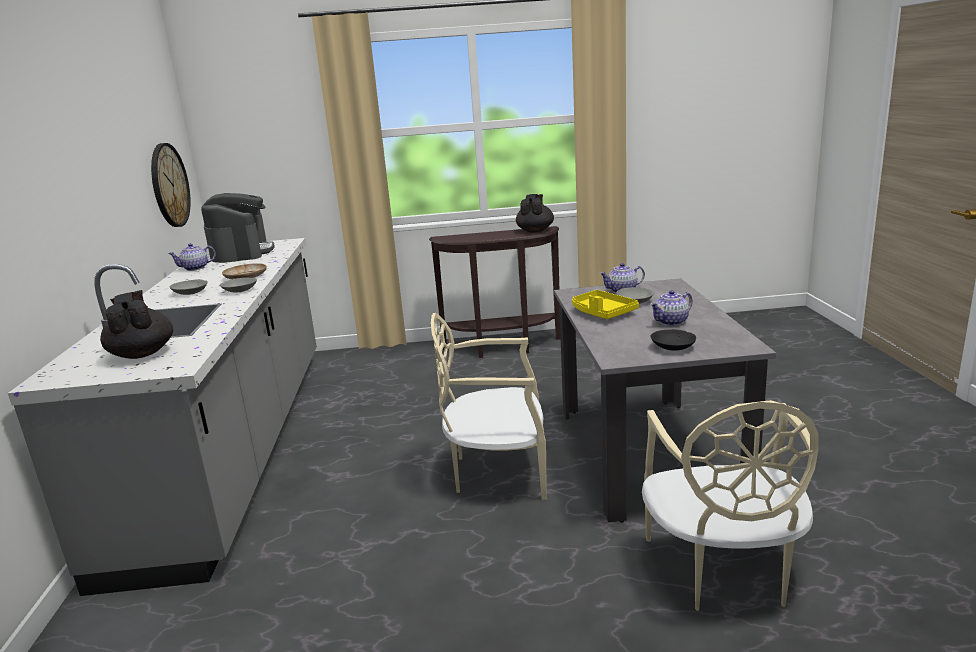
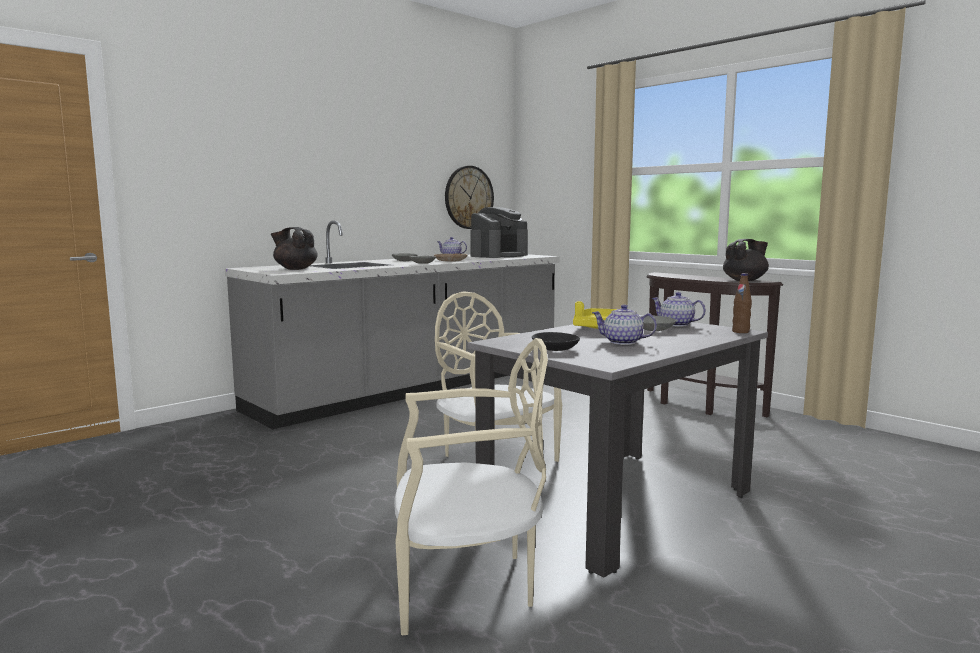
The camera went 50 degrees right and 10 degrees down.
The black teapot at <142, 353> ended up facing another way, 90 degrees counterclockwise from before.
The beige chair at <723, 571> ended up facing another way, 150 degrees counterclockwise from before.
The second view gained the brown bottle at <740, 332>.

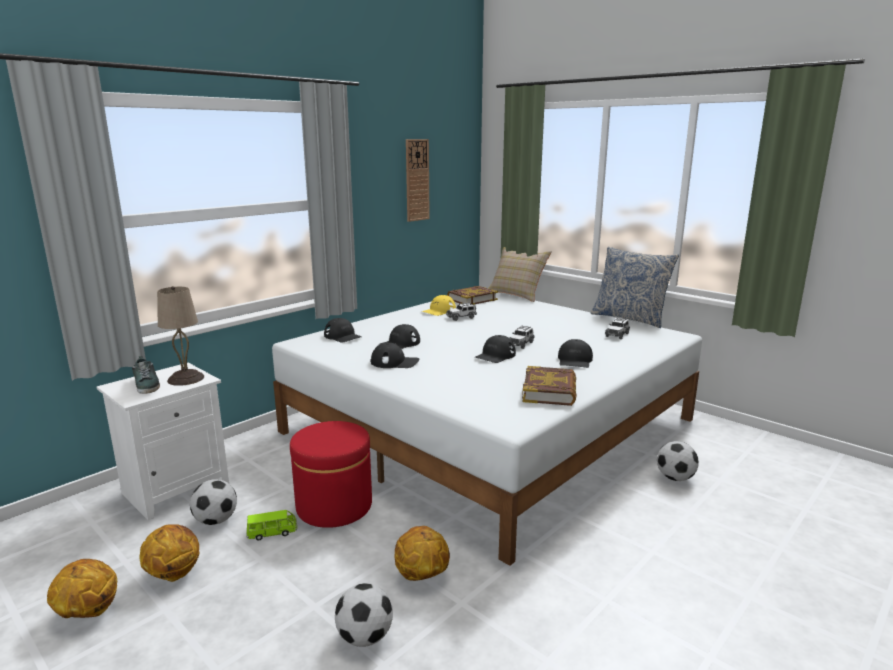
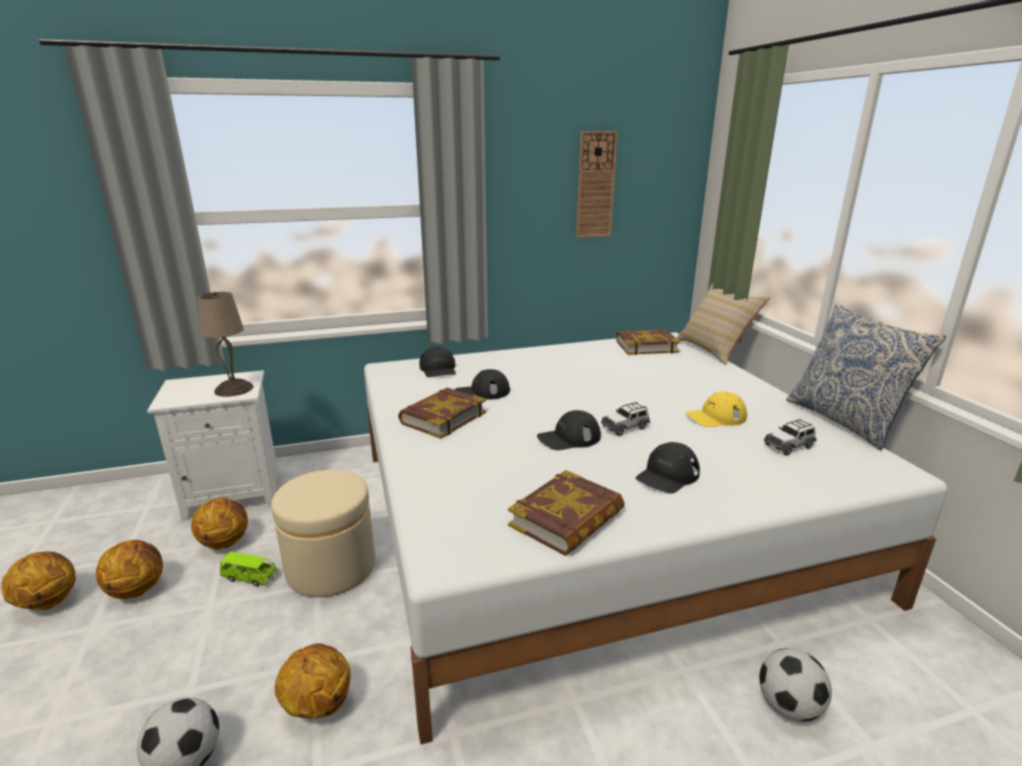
The camera went 30 degrees right and 5 degrees up.
The yellow cap ended up elsewhere, having gone from <439, 311> to <716, 417>.
The second view lost the toy car at <461, 317>.
Where the black cap stood at <395, 362>, the book came to stand at <442, 417>.
The second view lost the shoe at <147, 385>.
What was the red ottoman at <334, 506> turned into the beige ottoman at <331, 567>.
Where the football stood at <216, 520>, the basketball came to stand at <225, 542>.

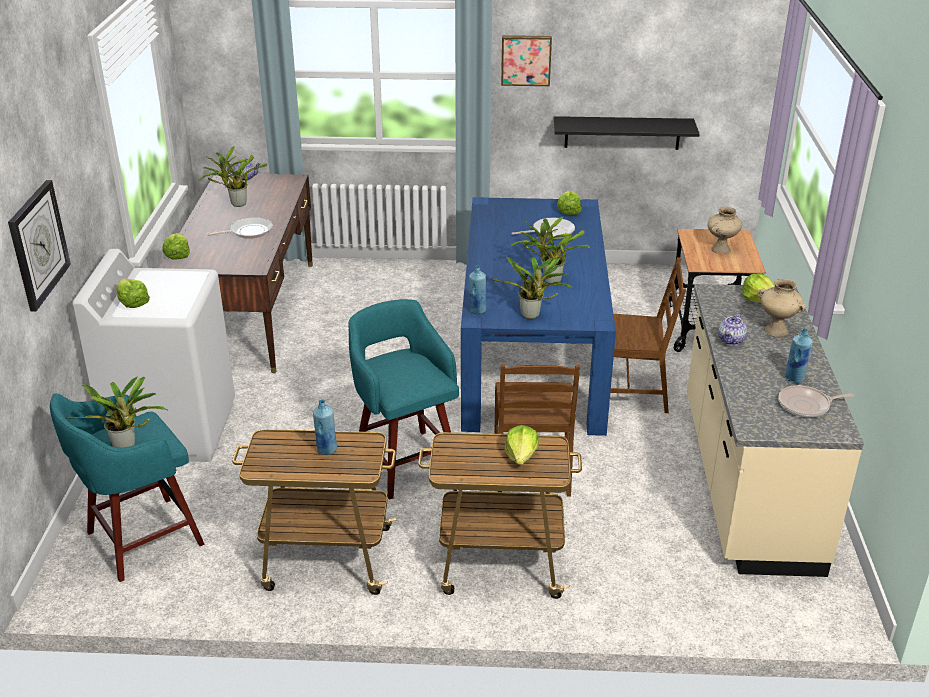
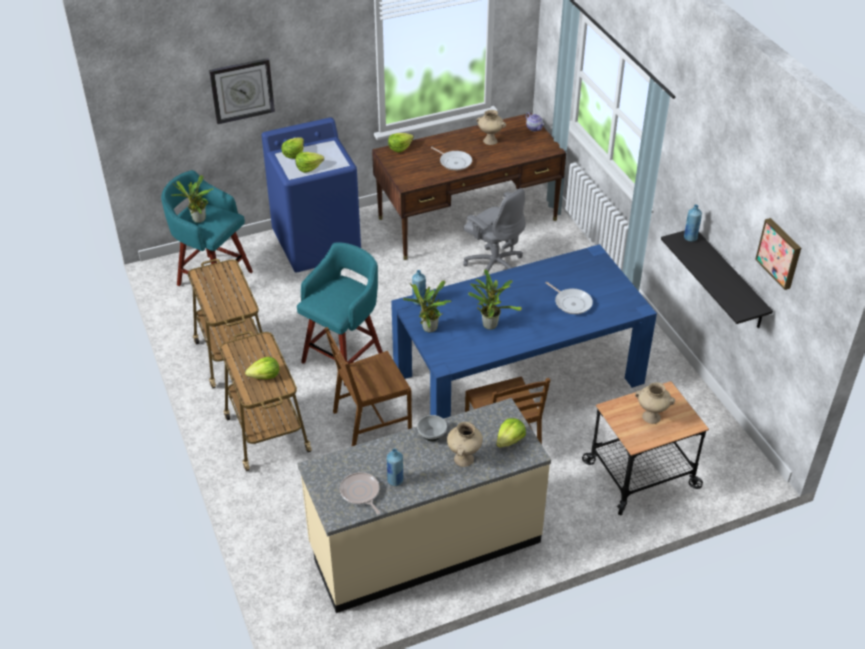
The camera went 65 degrees right and 10 degrees up.
The picture ended up elsewhere, having gone from <526, 60> to <780, 253>.
Where the potted plant stood at <236, 204>, the beige vase came to stand at <489, 141>.
The lettuce ended up elsewhere, having gone from <568, 211> to <308, 167>.
What was the white washing machine at <173, 429> turned into the blue washing machine at <317, 244>.
Where the teapot stood at <731, 340>, the bowl came to stand at <432, 435>.
The blue bottle ended up elsewhere, having gone from <326, 449> to <690, 238>.
The second view gained the grey office chair at <494, 266>.

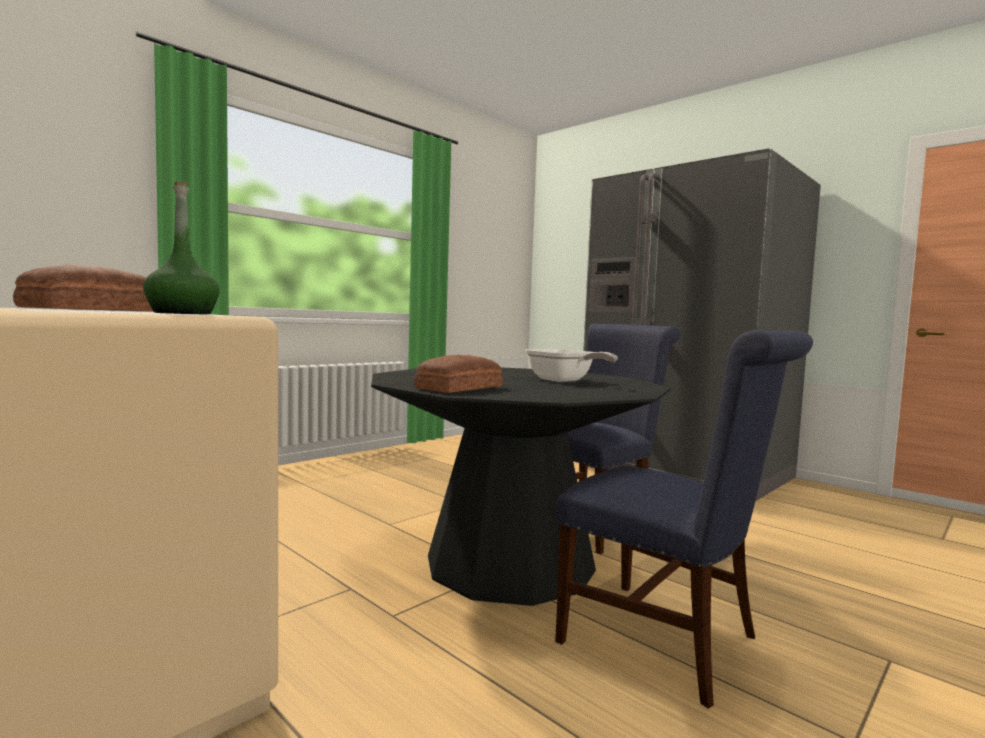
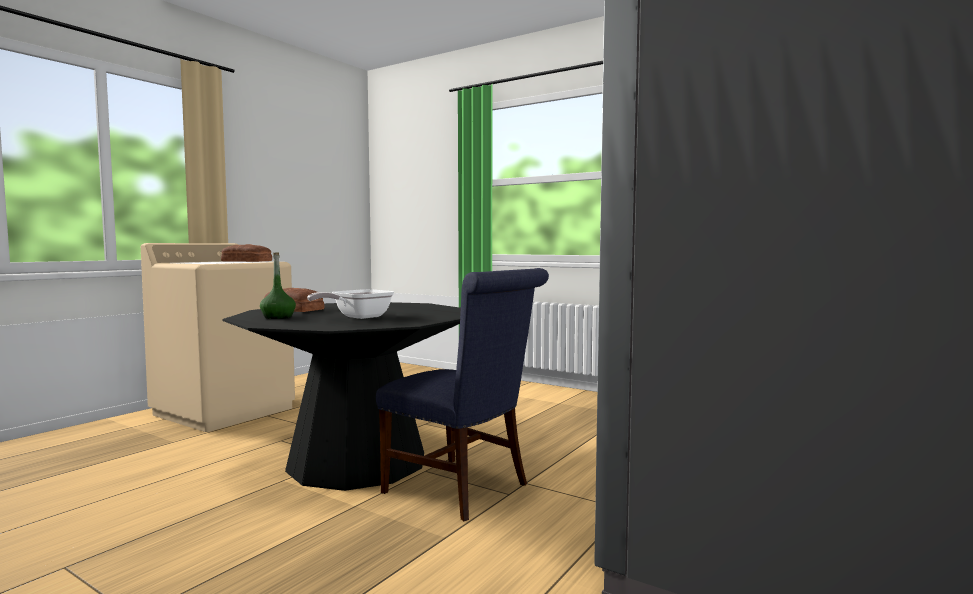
The camera went 80 degrees right and 0 degrees up.
The green bottle ended up elsewhere, having gone from <182, 313> to <278, 317>.
The second view lost the blue chair at <671, 642>.

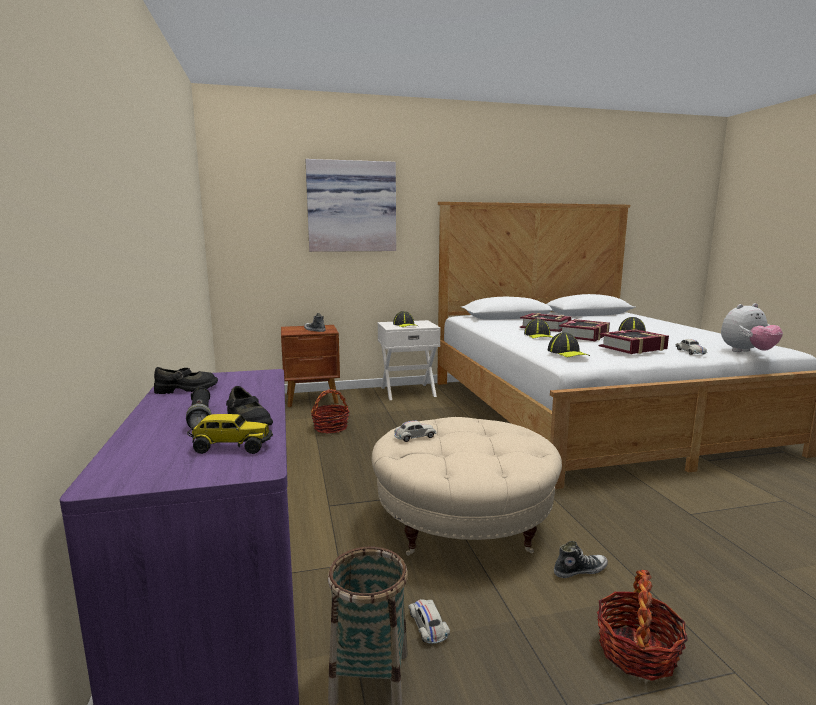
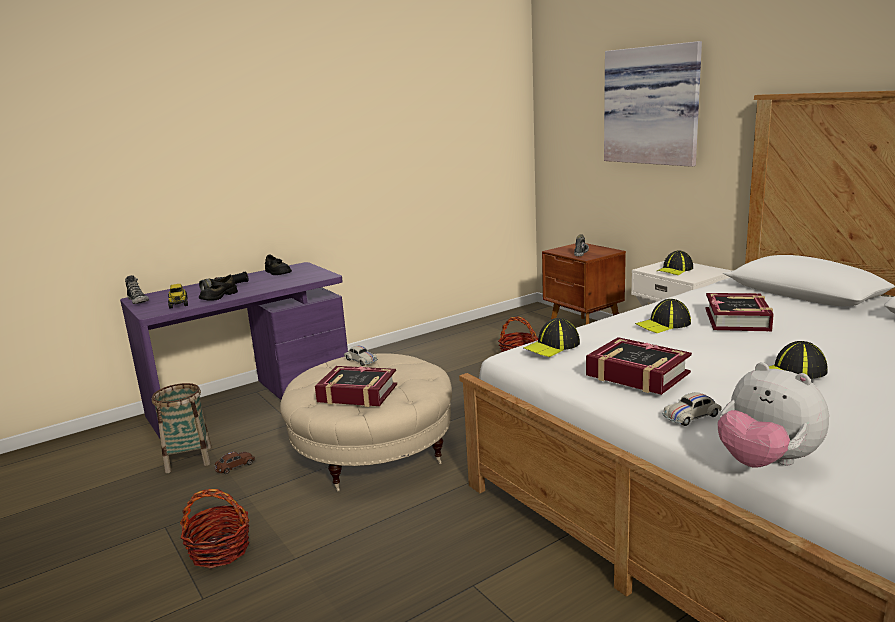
The camera went 70 degrees right and 5 degrees up.
The book ended up elsewhere, having gone from <584, 336> to <357, 394>.
The shoe ended up elsewhere, having gone from <579, 570> to <138, 301>.
What was the white toy car at <427, 625> turned into the brown toy car at <235, 466>.

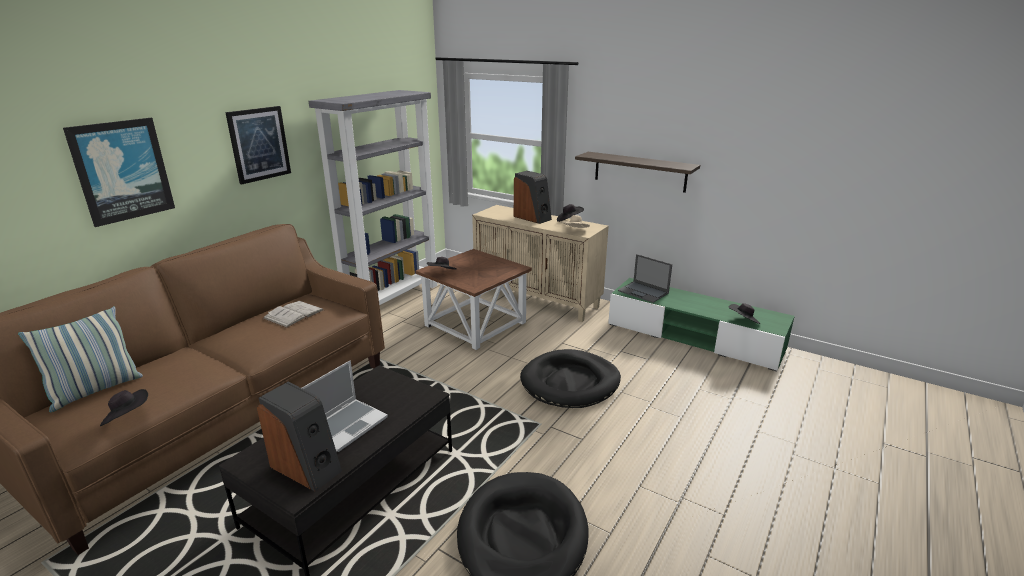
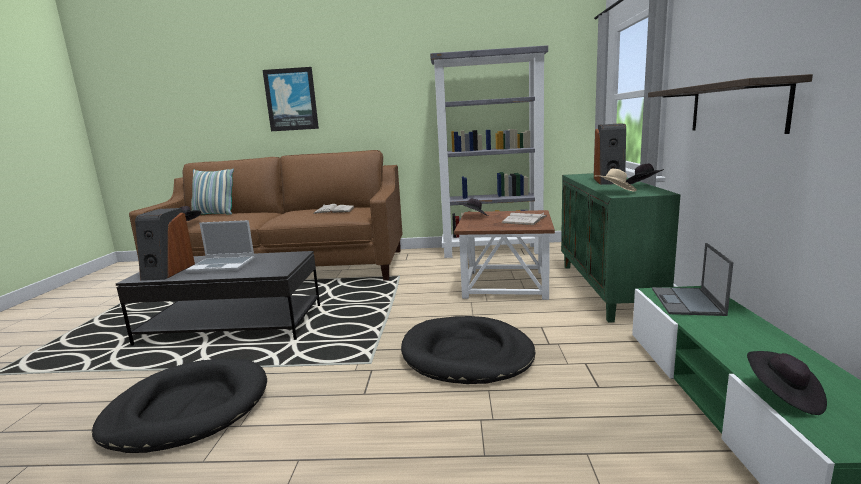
The camera went 60 degrees right and 10 degrees down.
The second view lost the picture at <259, 144>.
What was the beige cabinet at <538, 299> turned into the green cabinet at <607, 289>.
The second view gained the white book at <524, 219>.

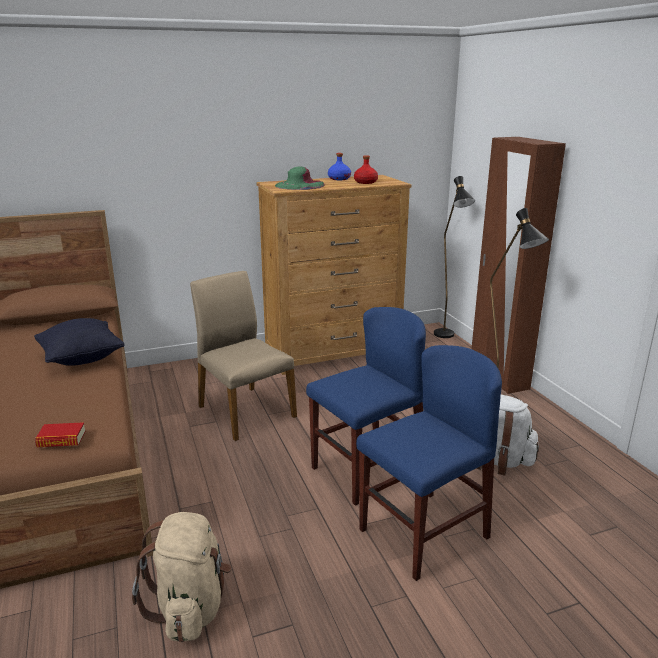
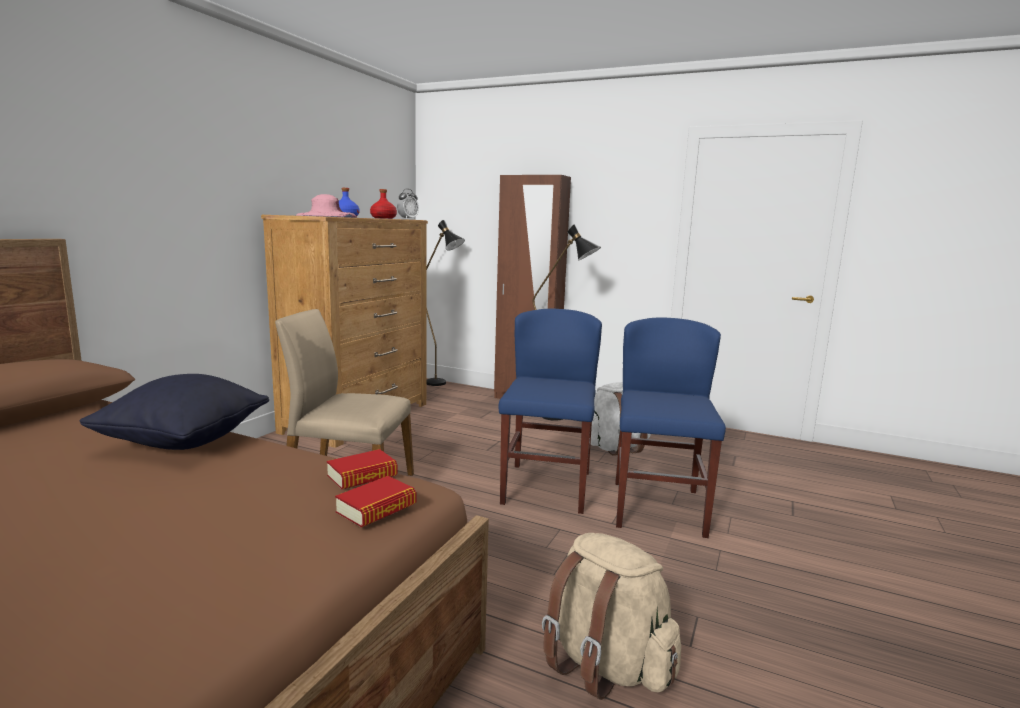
The camera went 45 degrees left and 10 degrees down.
What was the green hat at <299, 185> turned into the pink hat at <326, 216>.
The second view gained the alarm clock at <408, 219>.
The second view gained the book at <362, 476>.

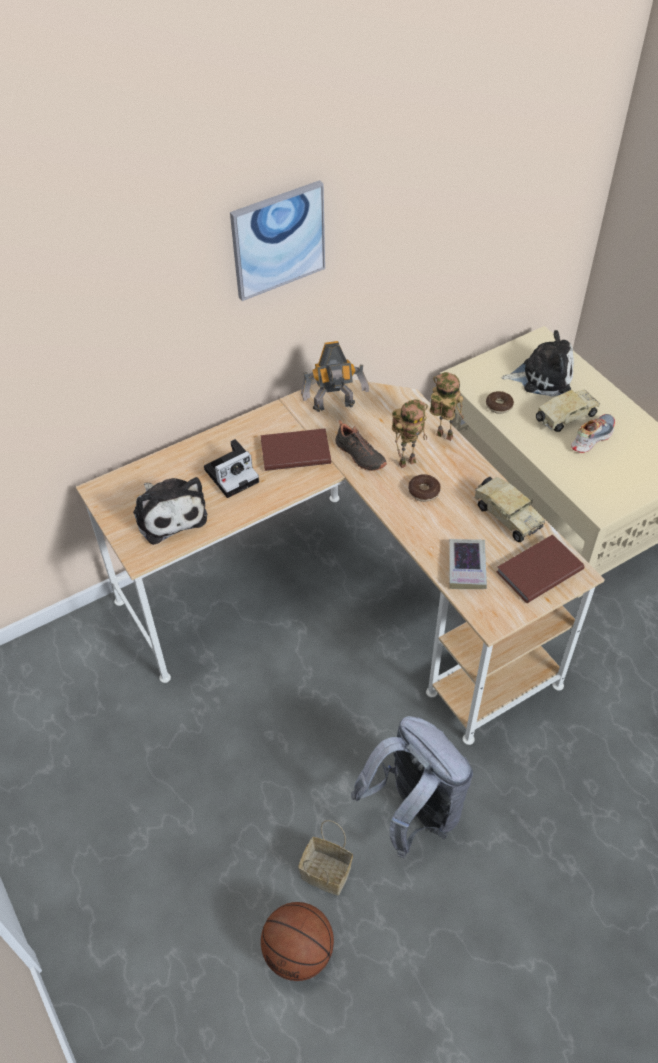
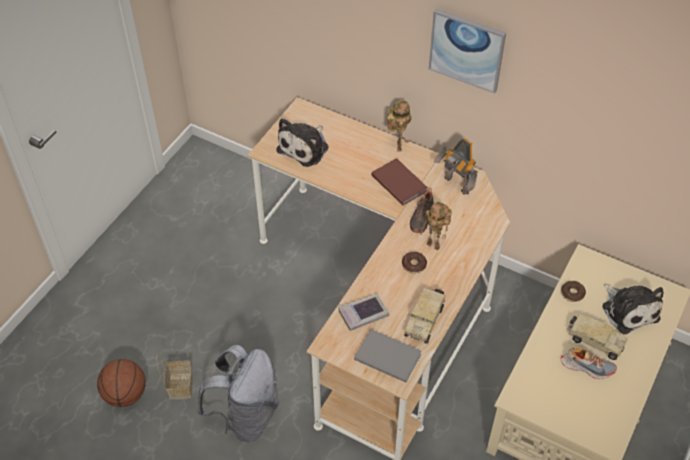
The camera went 60 degrees right and 0 degrees up.
The toy robot ended up elsewhere, having gone from <442, 437> to <397, 146>.
The second view lost the photo camera at <233, 474>.
What was the brown book at <537, 570> turned into the grey book at <387, 355>.

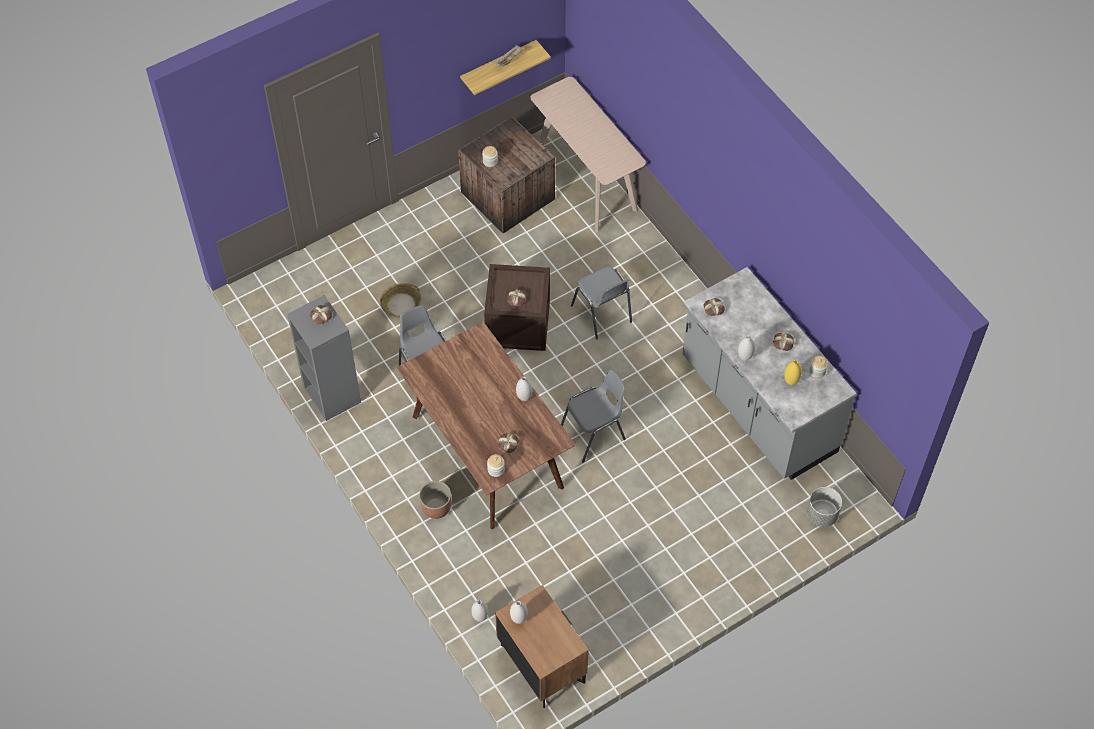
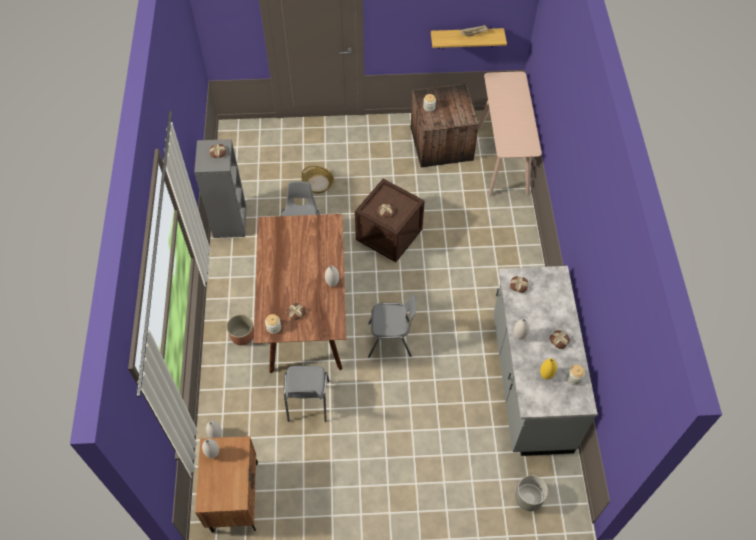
The camera went 30 degrees right and 0 degrees up.
The grey chair ended up elsewhere, having gone from <602, 315> to <307, 402>.

